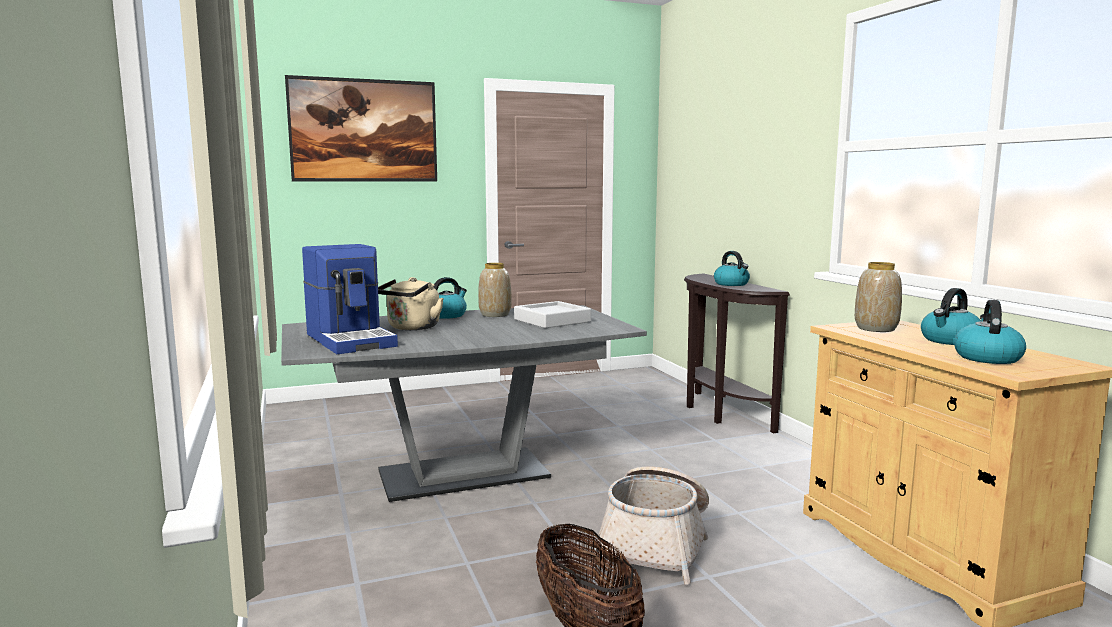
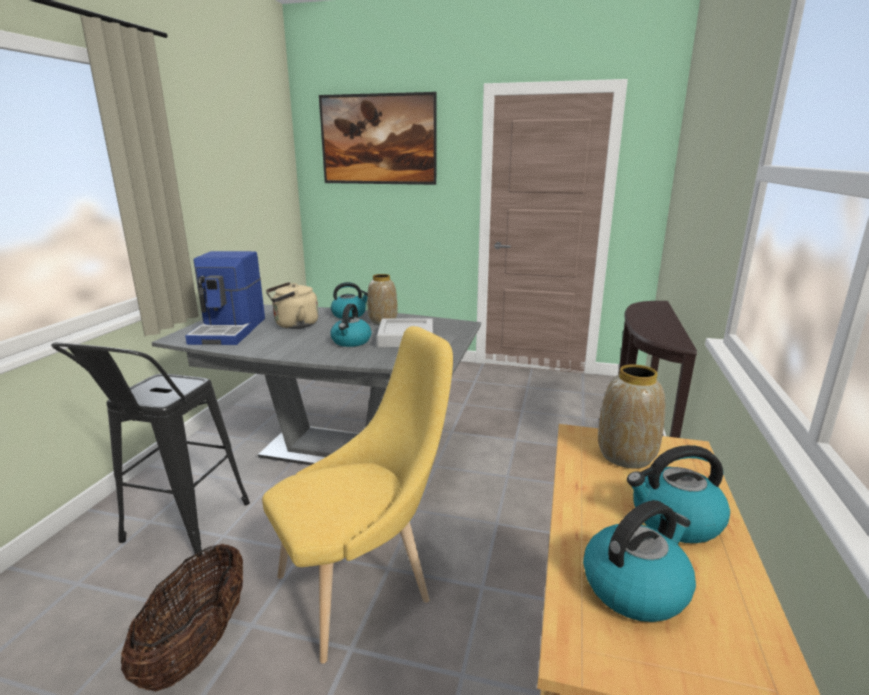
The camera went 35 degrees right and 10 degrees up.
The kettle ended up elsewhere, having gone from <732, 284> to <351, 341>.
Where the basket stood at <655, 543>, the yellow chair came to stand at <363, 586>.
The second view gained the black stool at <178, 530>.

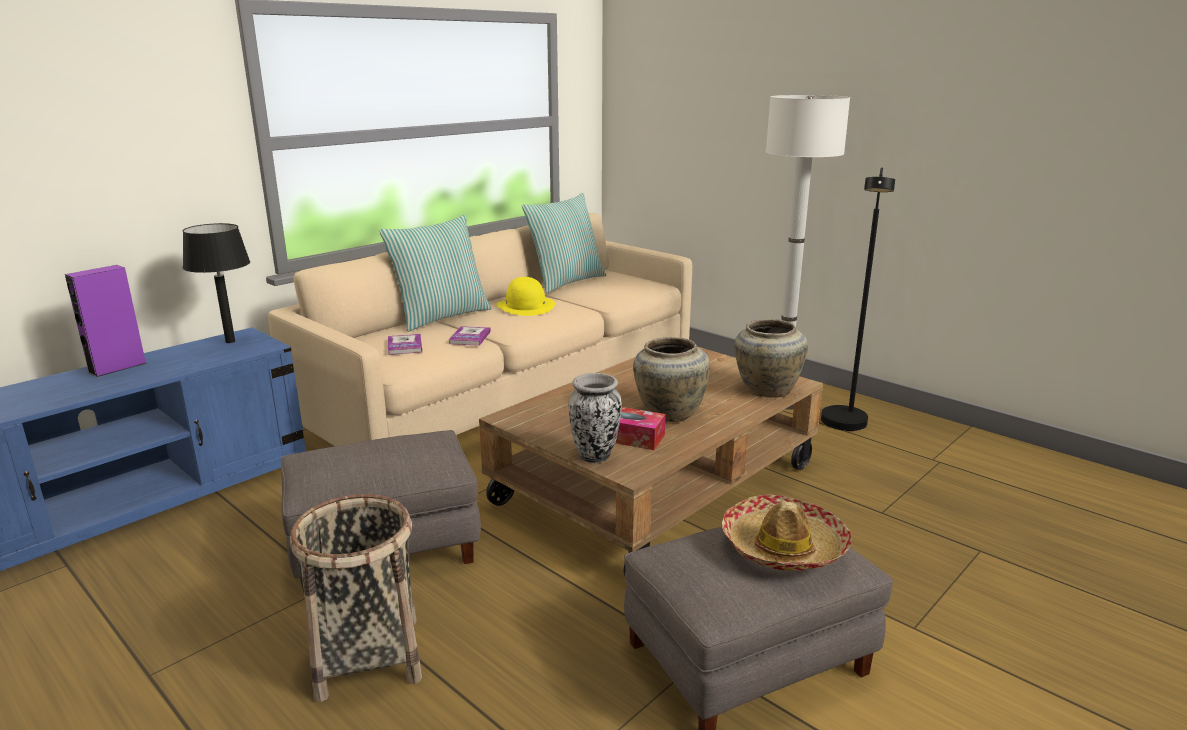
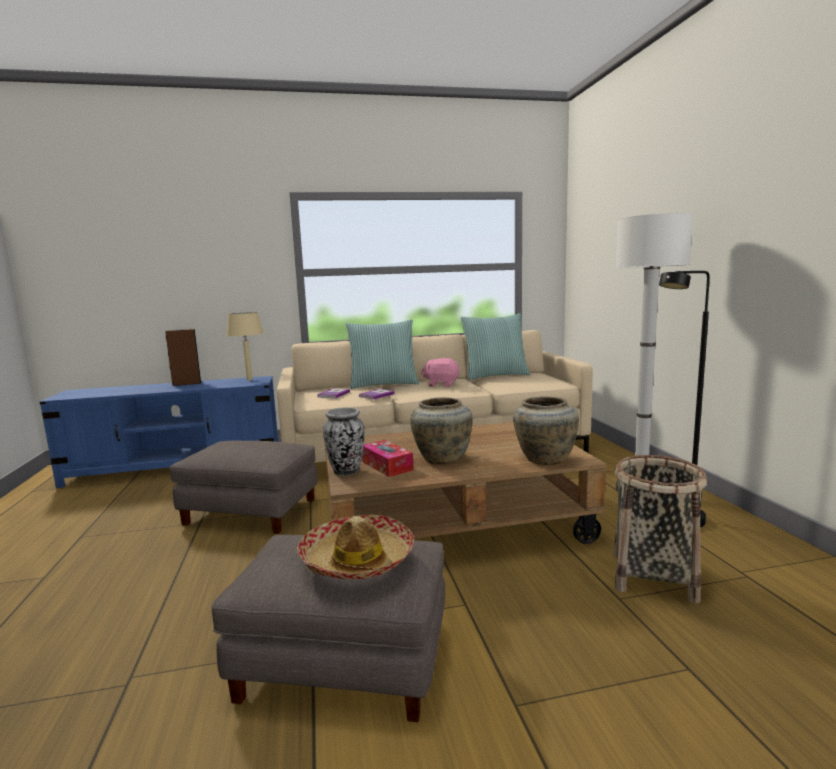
The camera went 35 degrees right and 10 degrees down.
What was the black table lamp at <230, 341> turned into the beige table lamp at <249, 380>.
What was the purple speaker at <117, 367> turned into the brown speaker at <187, 384>.
Where the yellow hat stood at <526, 306>, the pink plush toy came to stand at <441, 384>.
The basket ended up elsewhere, having gone from <368, 657> to <653, 576>.

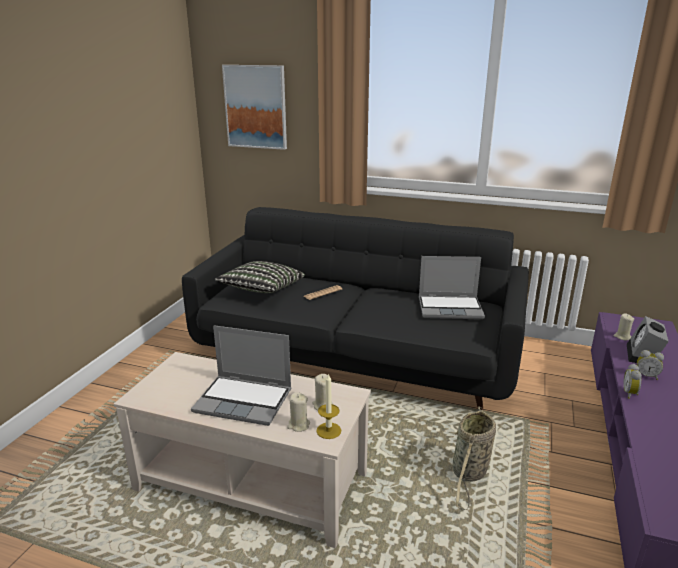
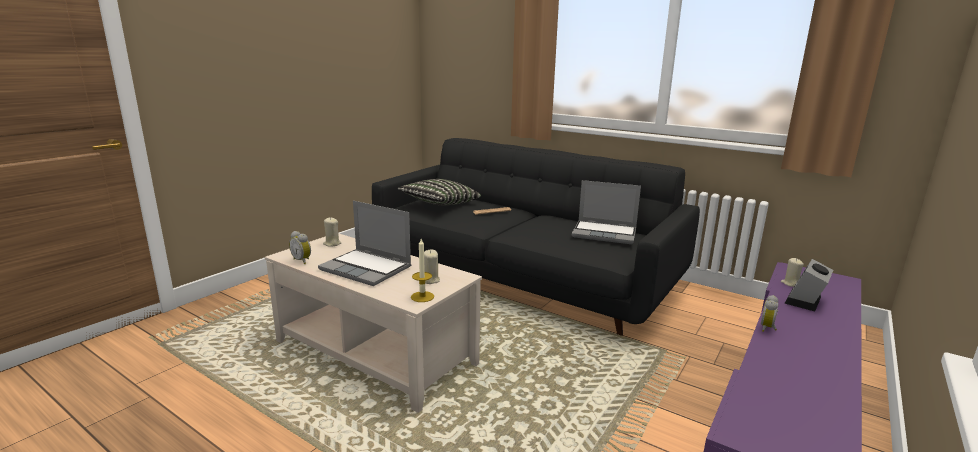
The camera went 15 degrees right and 5 degrees down.
The second view lost the picture at <256, 107>.
The alarm clock ended up elsewhere, having gone from <646, 376> to <302, 260>.
The beige candle ended up elsewhere, having gone from <298, 425> to <332, 244>.
The second view lost the basket at <469, 473>.

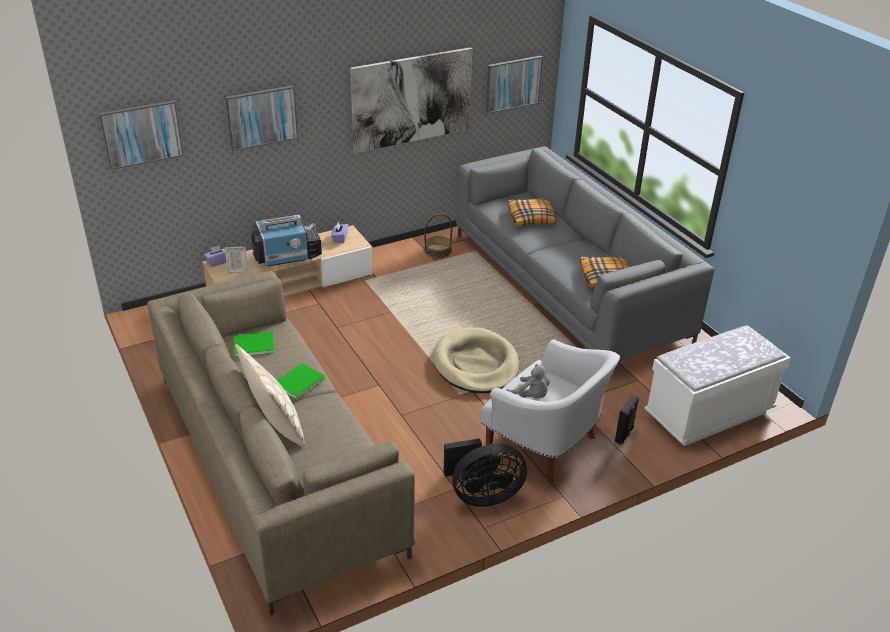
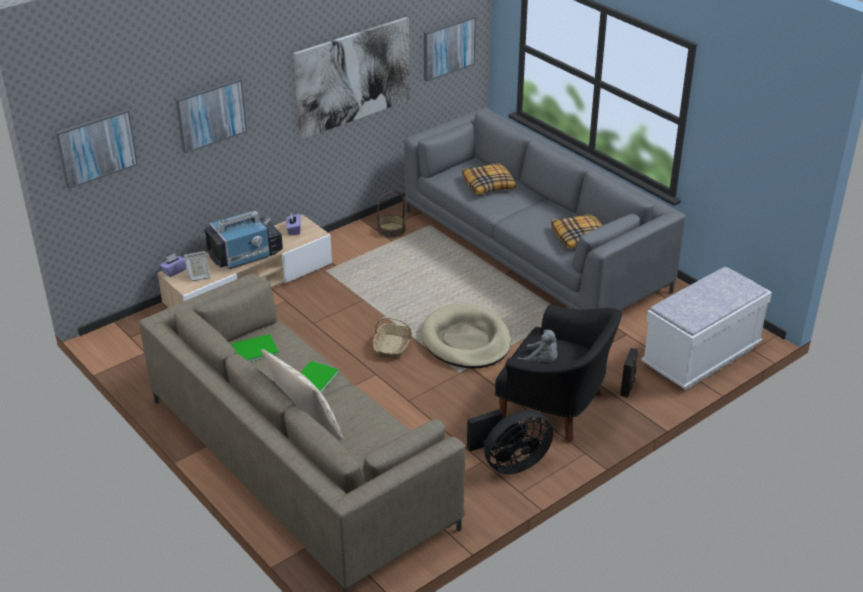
The camera went 10 degrees left and 0 degrees up.
What was the white armchair at <545, 445> turned into the black armchair at <556, 408>.
The second view gained the basket at <392, 347>.

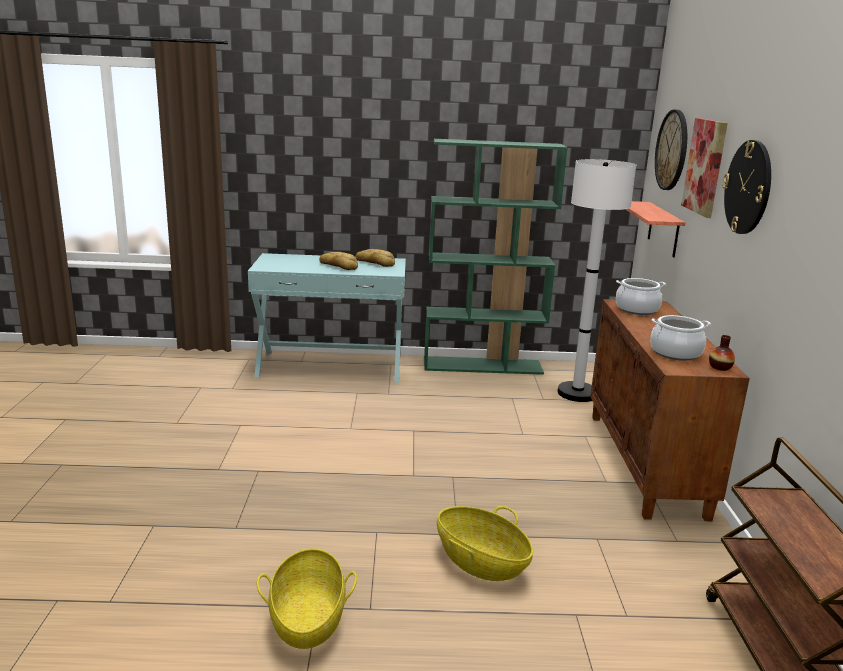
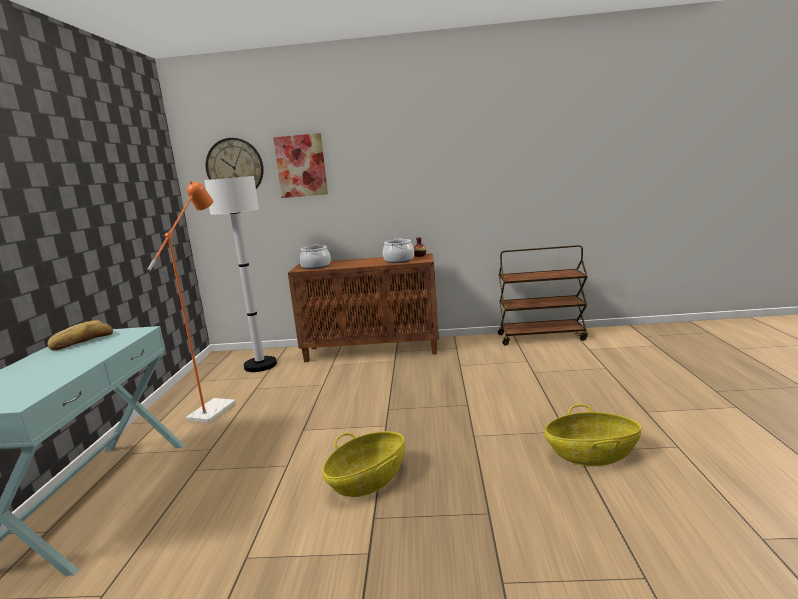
The camera went 85 degrees left and 5 degrees down.
The second view lost the green bookcase at <483, 366>.
The second view lost the wall clock at <748, 187>.
The second view lost the shelf at <663, 229>.
The second view lost the bread at <339, 266>.
The basket ended up elsewhere, having gone from <481, 562> to <368, 480>.
The second view gained the orange floor lamp at <217, 407>.

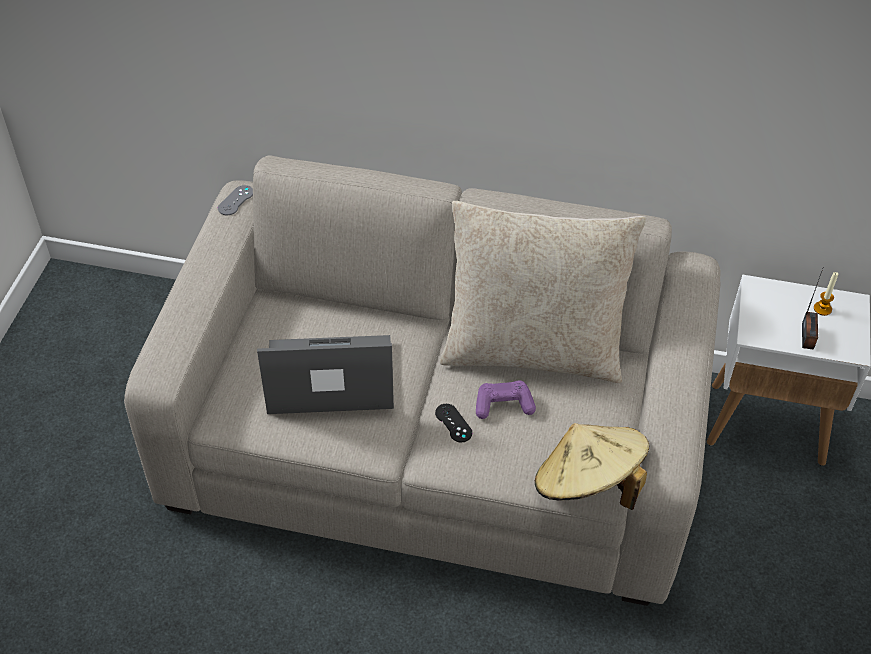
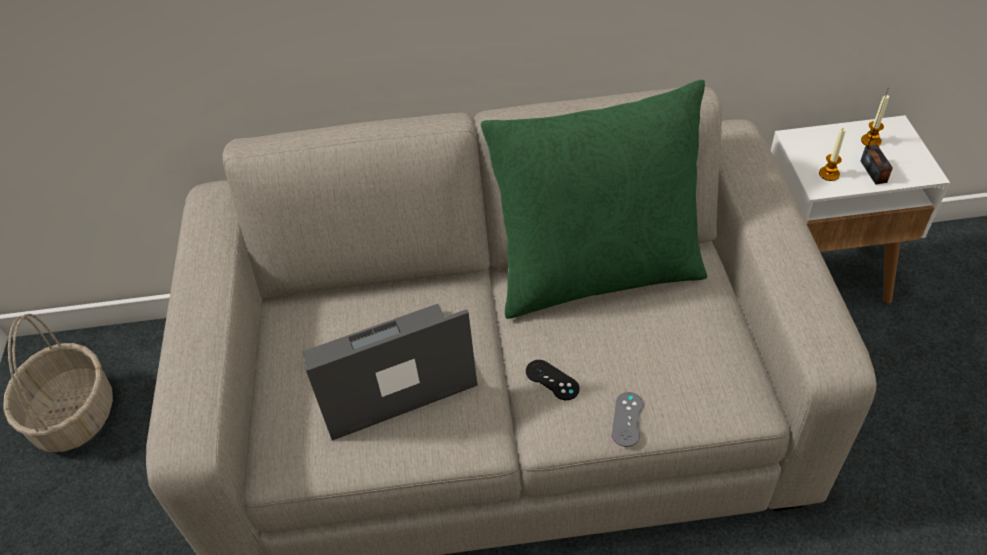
The camera went 15 degrees left and 0 degrees up.
The grey game controller ended up elsewhere, having gone from <236, 200> to <627, 419>.
What was the beige pillow at <532, 350> turned into the green pillow at <597, 272>.
The second view lost the purple game controller at <503, 405>.
The second view lost the beige hat at <587, 485>.
The second view gained the candle at <829, 174>.
The second view gained the basket at <74, 415>.

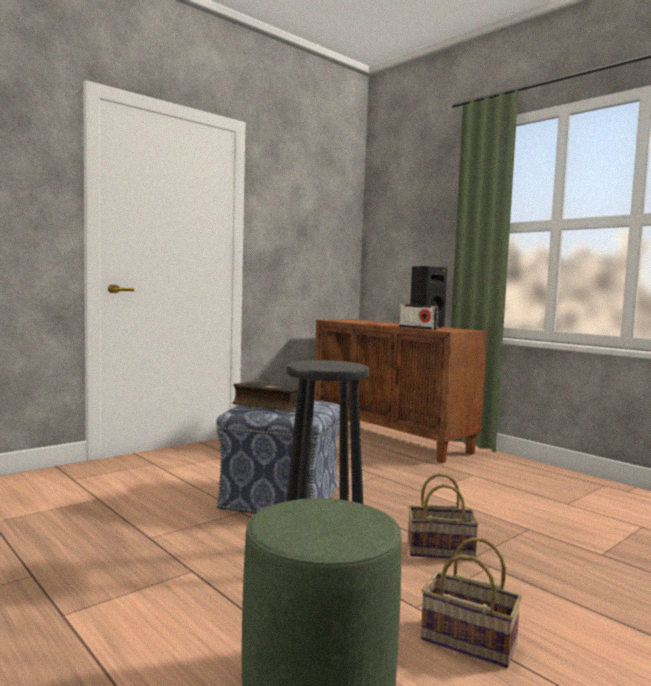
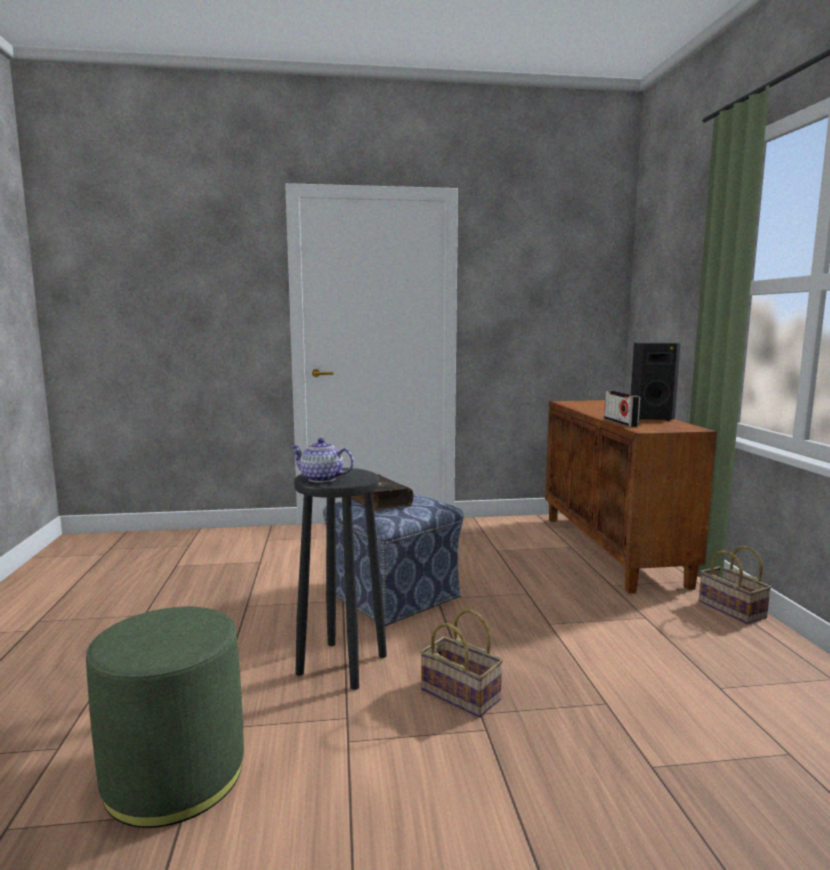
The camera went 35 degrees right and 5 degrees up.
The basket ended up elsewhere, having gone from <465, 641> to <729, 609>.
The second view gained the teapot at <322, 479>.

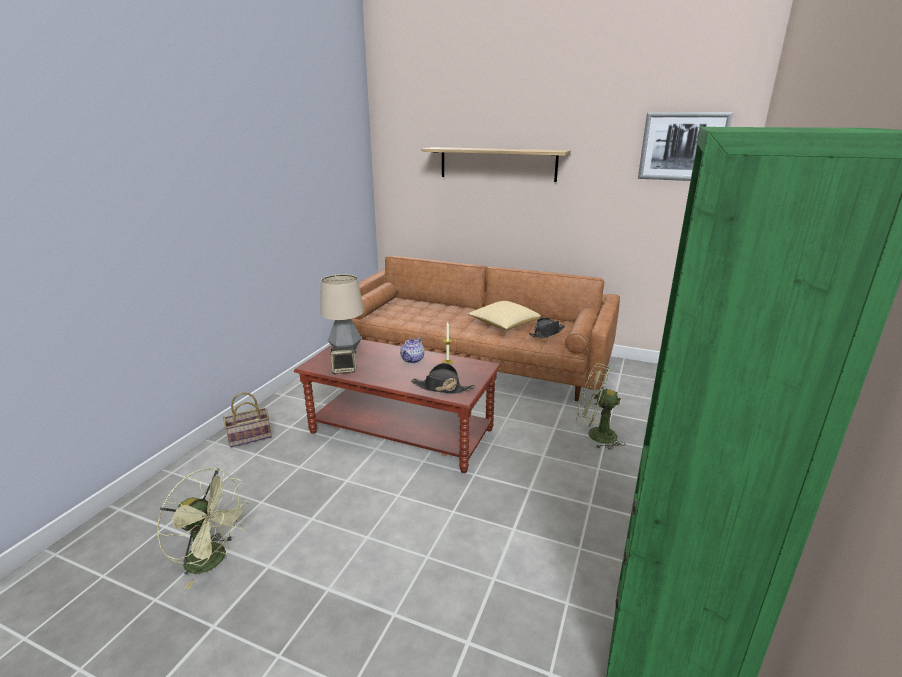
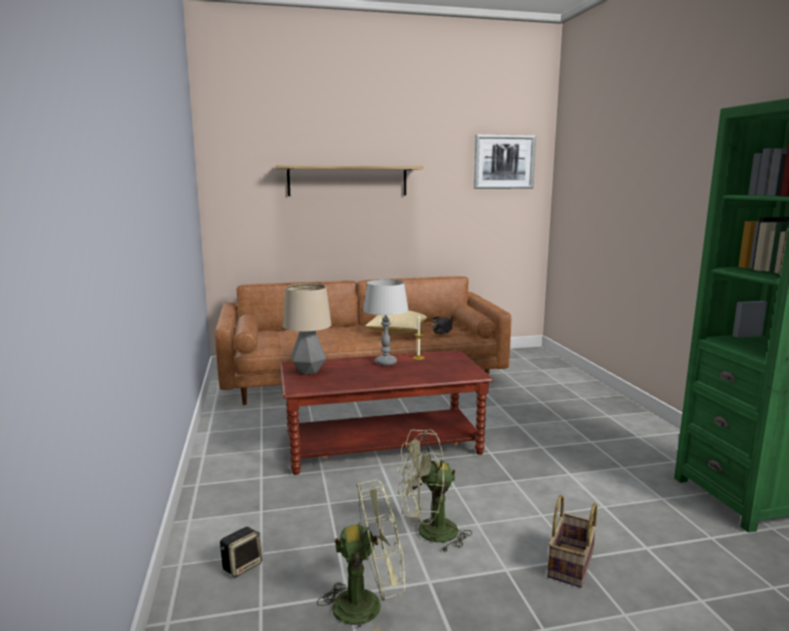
The camera went 35 degrees left and 10 degrees down.
Where the teapot stood at <413, 359>, the grey table lamp came to stand at <386, 363>.
The speaker ended up elsewhere, having gone from <344, 370> to <242, 565>.
The second view lost the black hat at <442, 388>.
The green fan ended up elsewhere, having gone from <595, 435> to <428, 533>.
The basket ended up elsewhere, having gone from <248, 438> to <571, 566>.

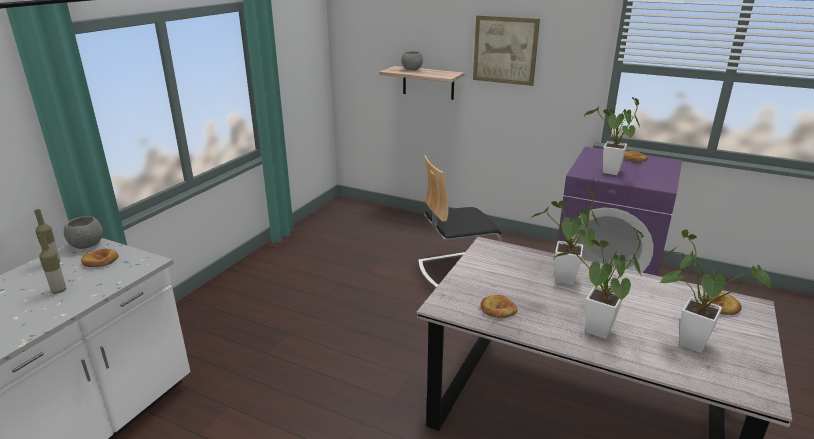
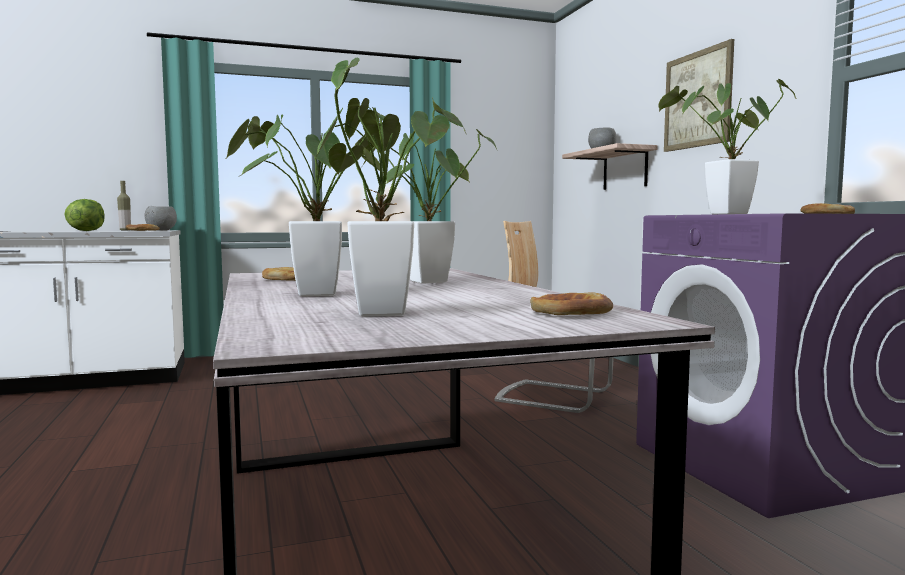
The camera went 45 degrees right and 20 degrees down.
Where the bottle stood at <59, 290>, the lettuce came to stand at <86, 231>.

